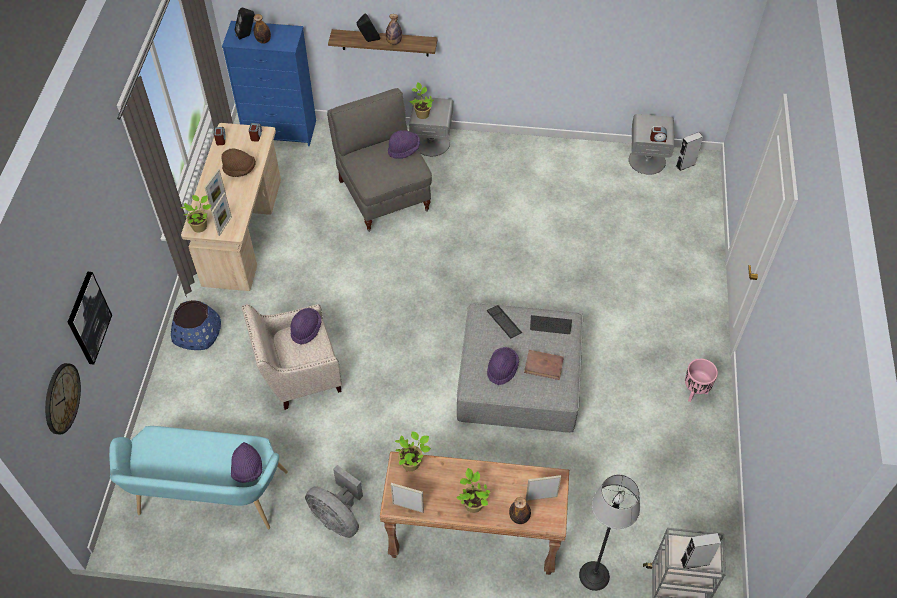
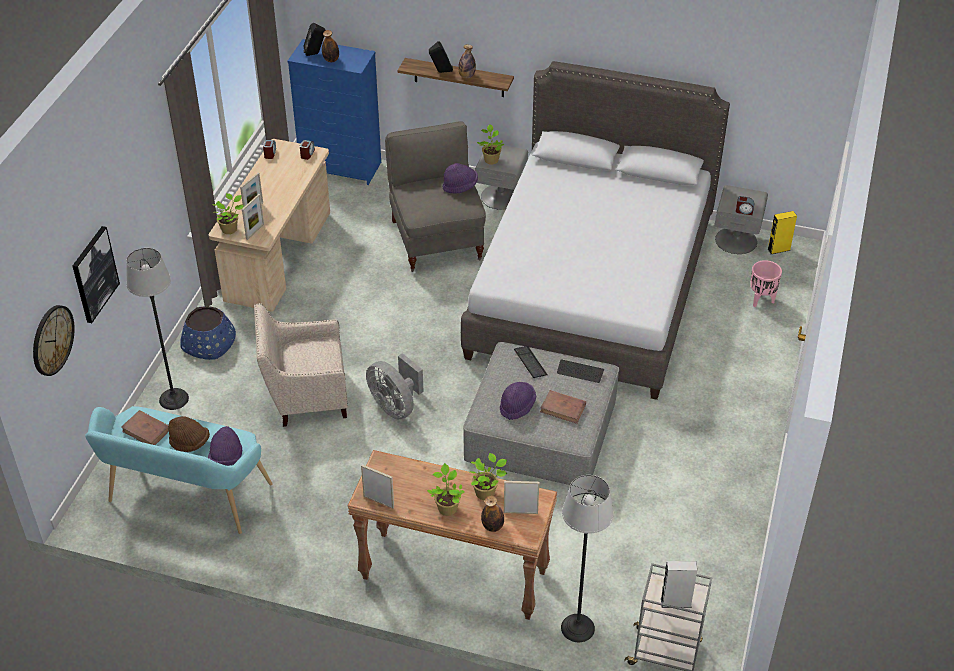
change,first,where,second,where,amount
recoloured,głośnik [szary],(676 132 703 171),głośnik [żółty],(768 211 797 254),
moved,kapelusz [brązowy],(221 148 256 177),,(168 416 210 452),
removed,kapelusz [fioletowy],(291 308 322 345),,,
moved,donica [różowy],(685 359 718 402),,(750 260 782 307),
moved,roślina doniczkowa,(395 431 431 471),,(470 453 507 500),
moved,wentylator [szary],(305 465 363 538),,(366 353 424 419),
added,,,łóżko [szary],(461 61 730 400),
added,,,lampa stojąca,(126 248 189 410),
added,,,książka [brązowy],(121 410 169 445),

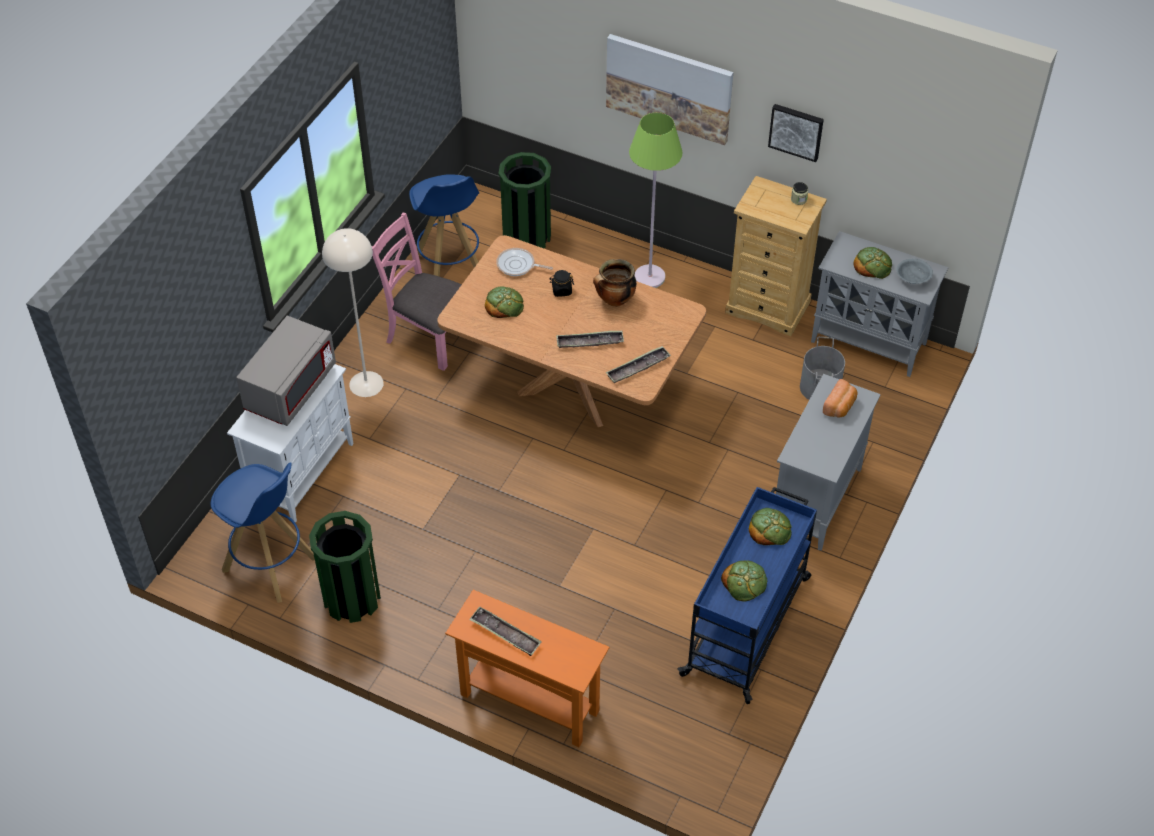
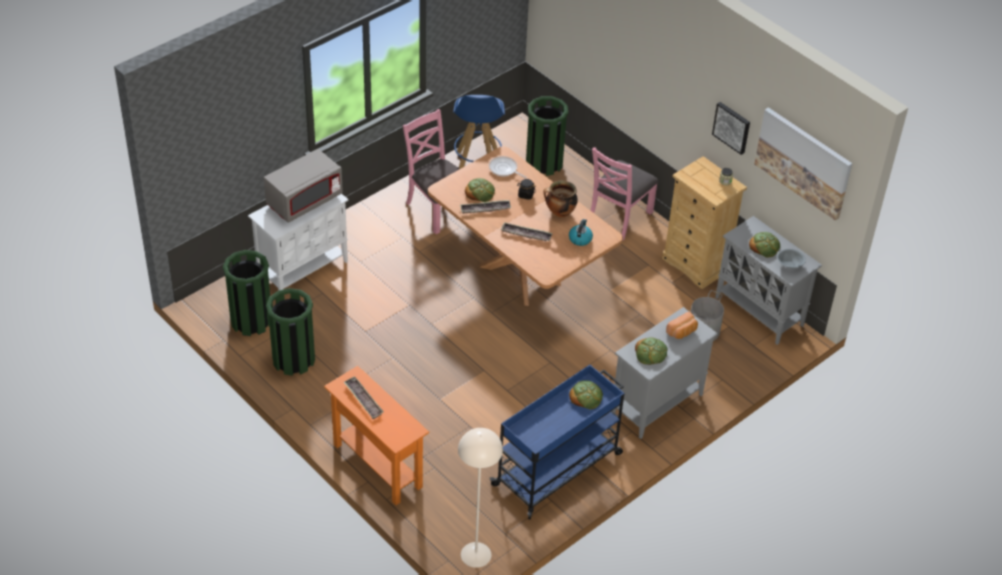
change,first,where,second,where,amount
moved,obraz,(606 34 733 145),,(754 107 852 220),
replaced,lampa stojąca [zielony],(629 112 682 288),krzesło [różowy],(590 147 658 240),
moved,lampa stojąca [beżowy],(322 228 384 397),,(458 428 503 568),
moved,taca,(606 346 671 383),,(460 200 511 214),
replaced,stołek [niebieski],(211 462 315 603),kosz na śmieci [zielony],(223 250 270 336),
moved,chleb,(721 560 767 602),,(635 337 668 365),
added,,,czajnik,(569 219 593 246),

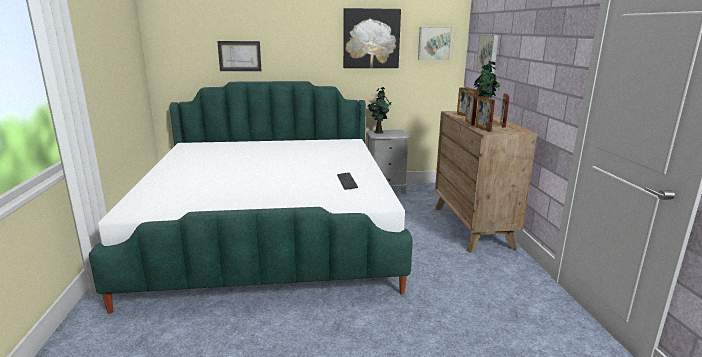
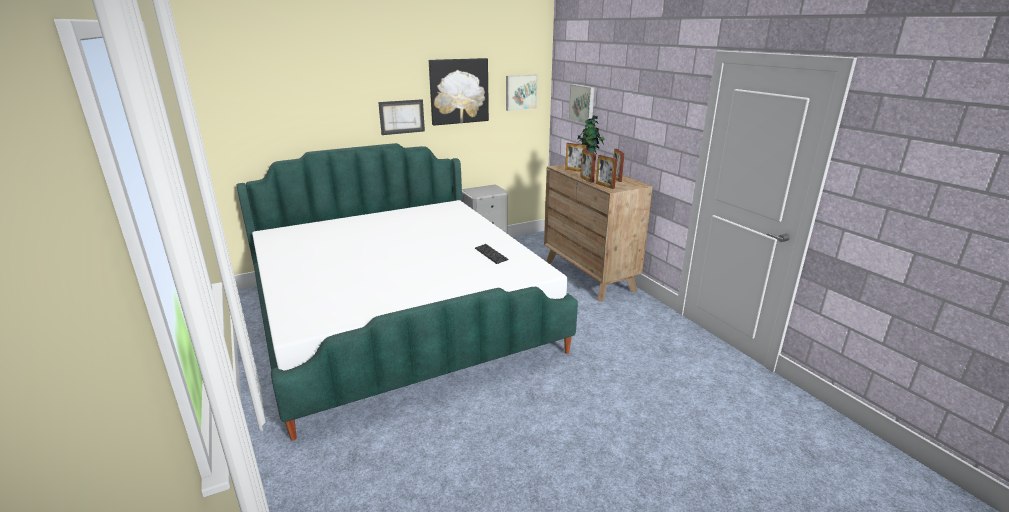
change,first,where,second,where,amount
moved,obraz,(217 41 261 71),,(378 99 425 135),
removed,roślina doniczkowa,(368 87 392 134),,,

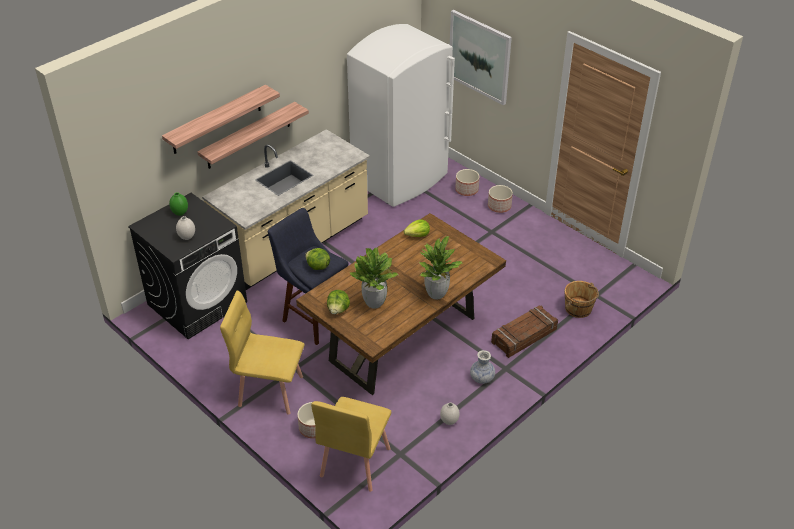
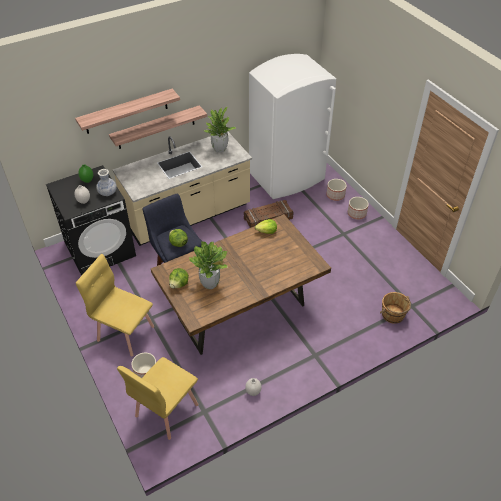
change,first,where,second,where,amount
removed,obraz,(450 10 512 105),,,
moved,roślina doniczkowa,(419 236 462 300),,(204 107 236 153),
moved,skrzynka,(491 305 558 358),,(244 200 294 228),
moved,wazon,(470 350 495 384),,(96 169 117 196),

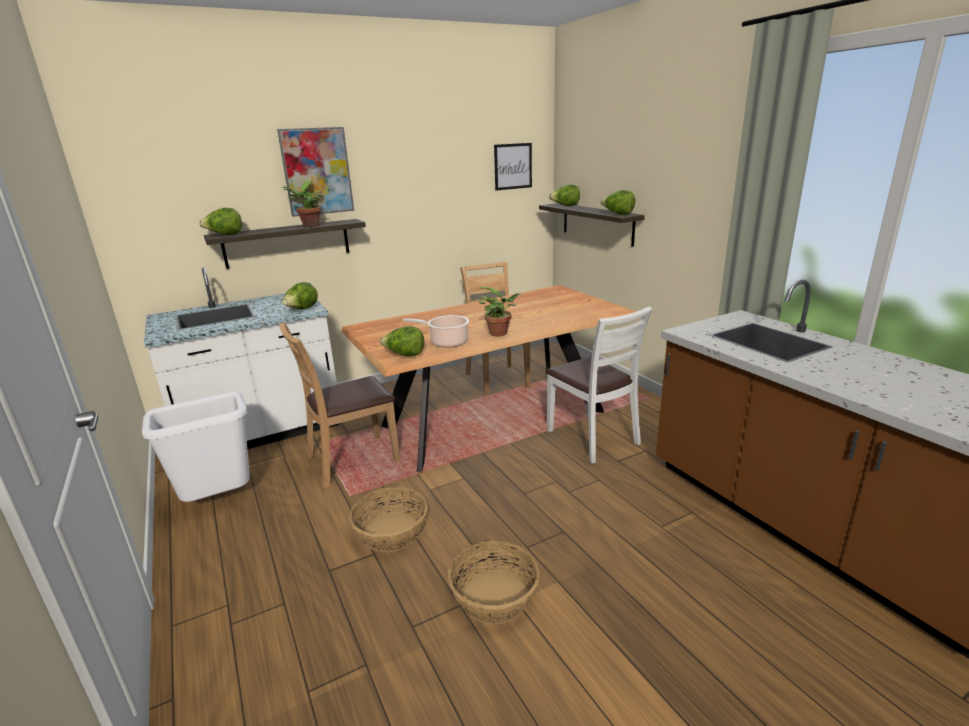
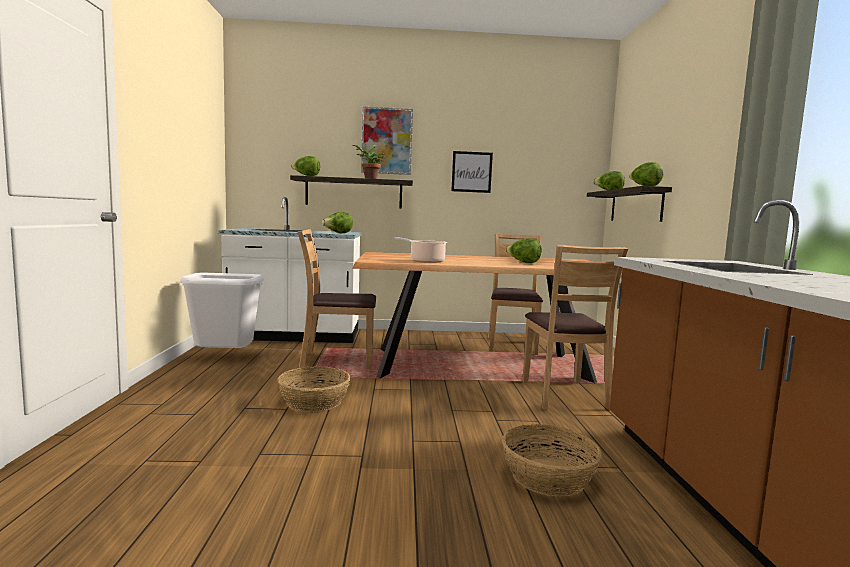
change,first,where,second,where,amount
moved,obraz,(494 143 532 191),,(451 151 493 193),
removed,roślina doniczkowa,(479 286 521 336),,,
recoloured,krzesło [biały],(545 307 653 463),krzesło [brązowy],(522 245 628 410),
moved,sałata,(380 326 424 356),,(506 238 541 263),
moved,koszyk,(448 541 540 624),,(502 424 602 497),

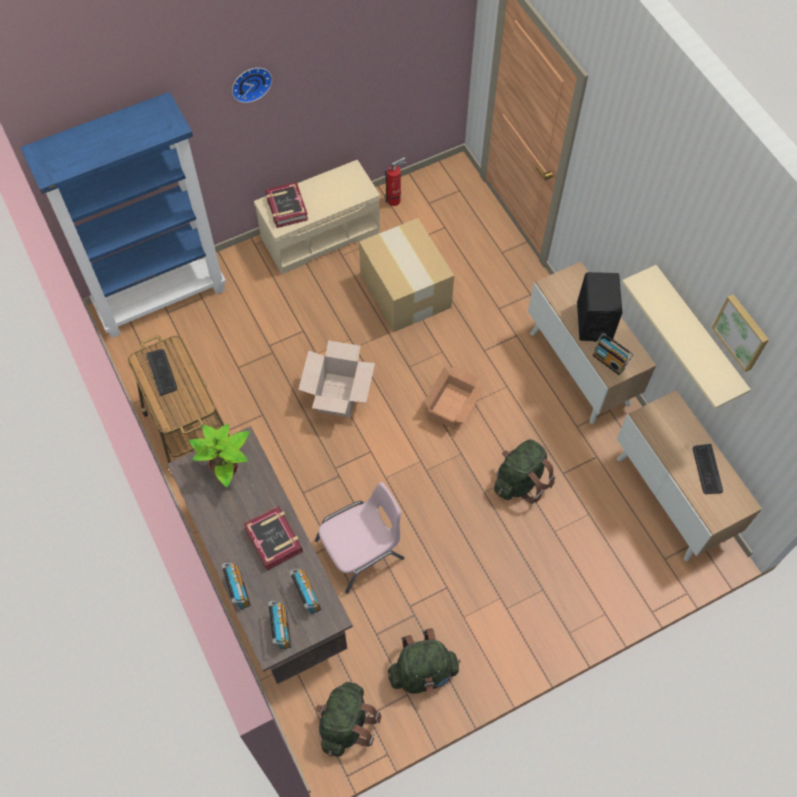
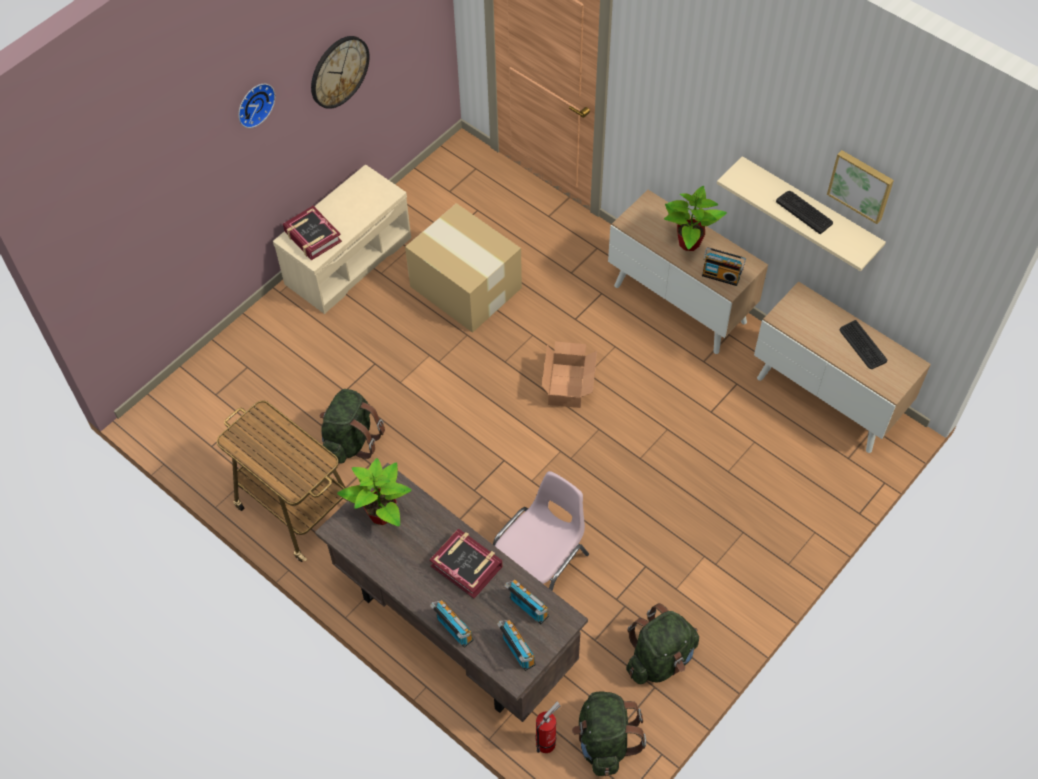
change,first,where,second,where,amount
removed,regał [niebieski],(20 92 226 338),,,
moved,gaśnica,(385 157 407 206),,(535 701 561 753),
replaced,głośnik [czarny],(577 272 622 342),roślina doniczkowa,(664 186 727 251),
removed,karton,(298 341 375 417),,,
moved,klawiatura,(146 349 177 396),,(776 191 833 234),
moved,plecak [zielony],(494 439 555 504),,(320 389 385 463),
added,,,zegar ścienny,(311 36 370 109),

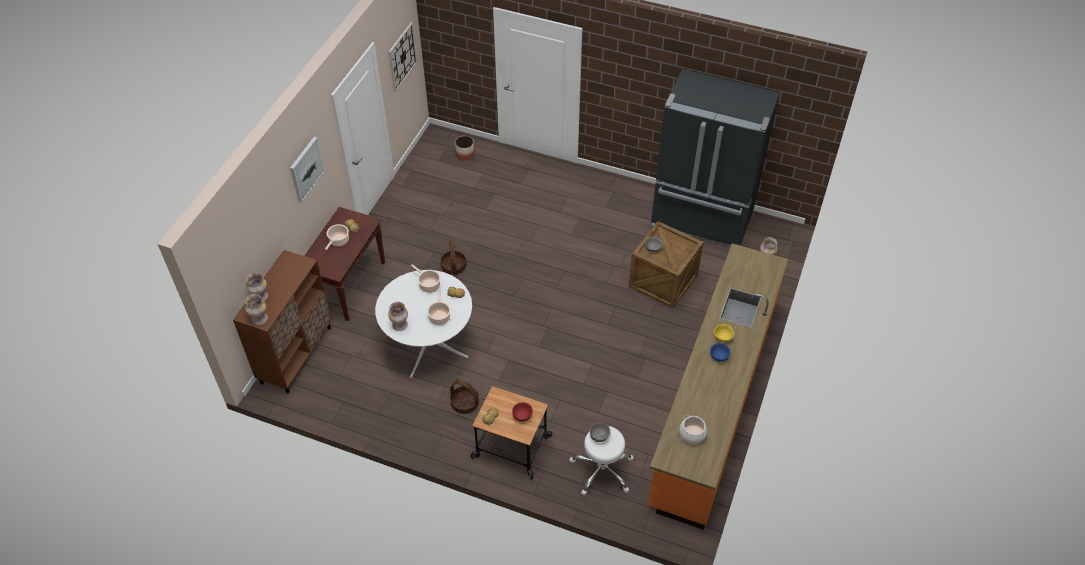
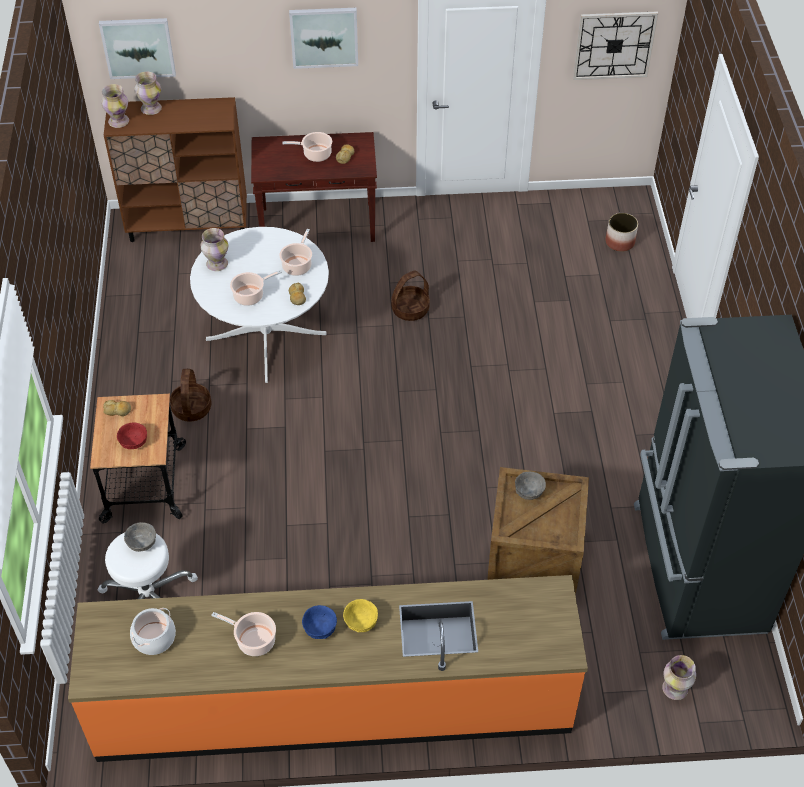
change,first,where,second,where,amount
added,,,obraz,(99 18 176 79),
added,,,garnek,(211 612 276 656),

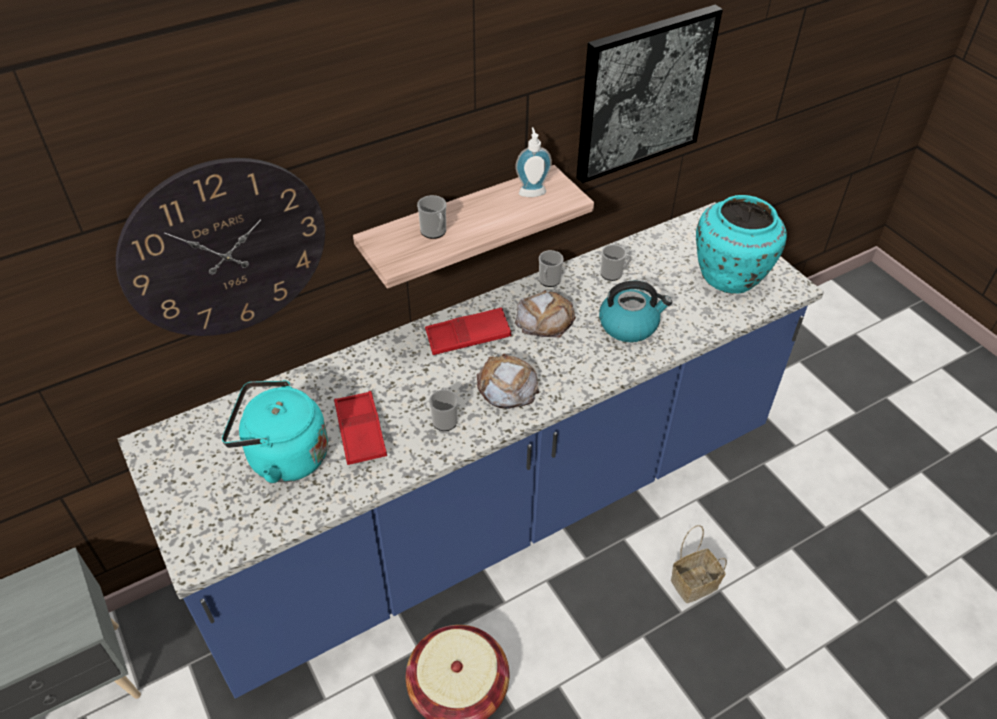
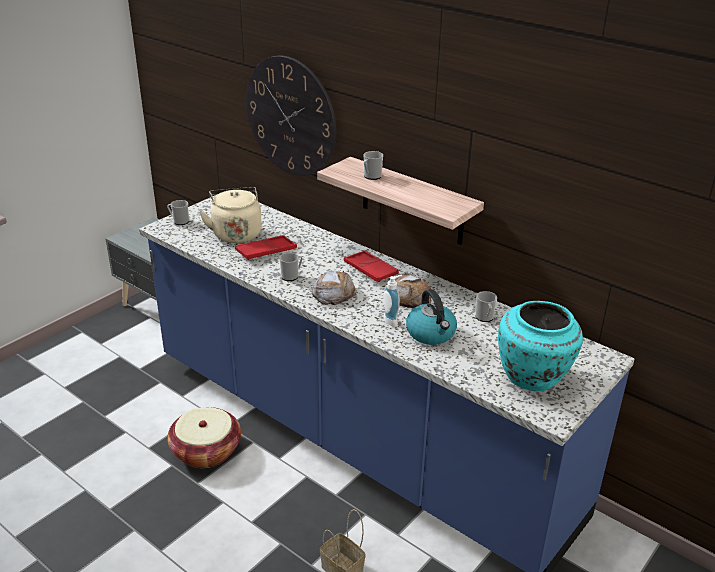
change,first,where,second,where,amount
removed,obraz,(576 5 723 183),,,
moved,dozownik mydła,(515 127 552 197),,(383 275 402 327),
moved,kubek,(539 250 564 287),,(167 200 189 225),
recoloured,czajnik [turkusowy],(222 380 328 483),czajnik [beżowy],(199 187 262 243),

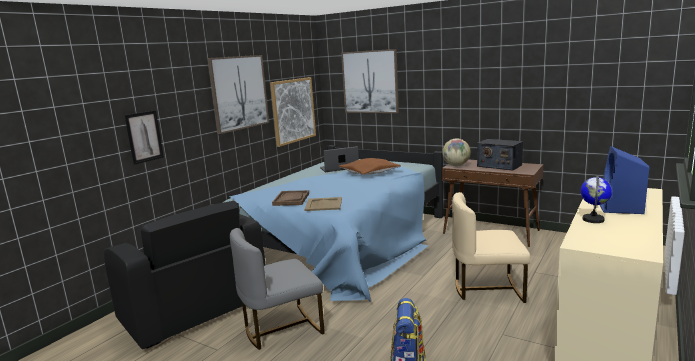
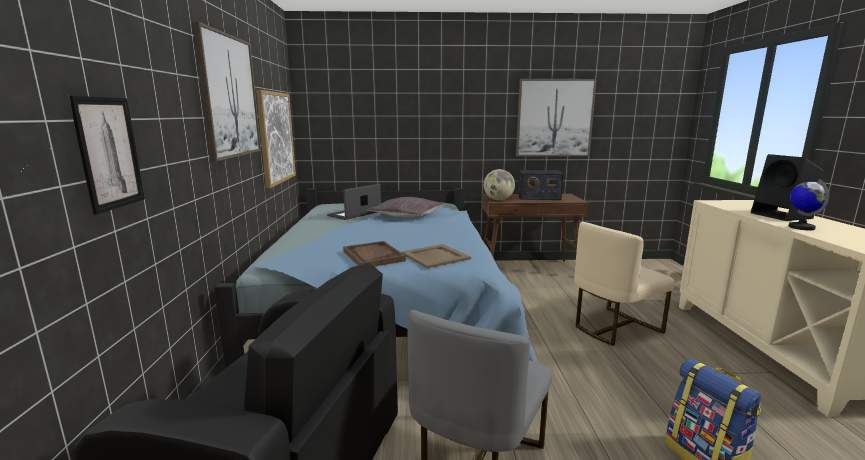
change,first,where,second,where,amount
moved,obraz,(341 49 399 113),,(516 79 597 157),
recoloured,głośnik [niebieski],(600 146 649 214),głośnik [czarny],(751 154 824 221),
recoloured,poduszka [brązowy],(338 158 401 175),poduszka [szary],(367 197 445 217),

